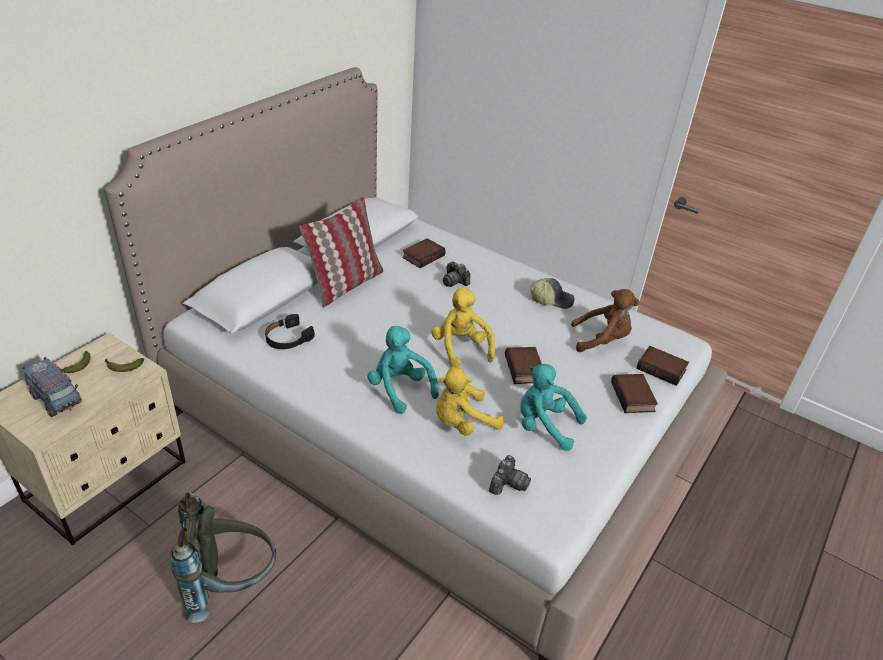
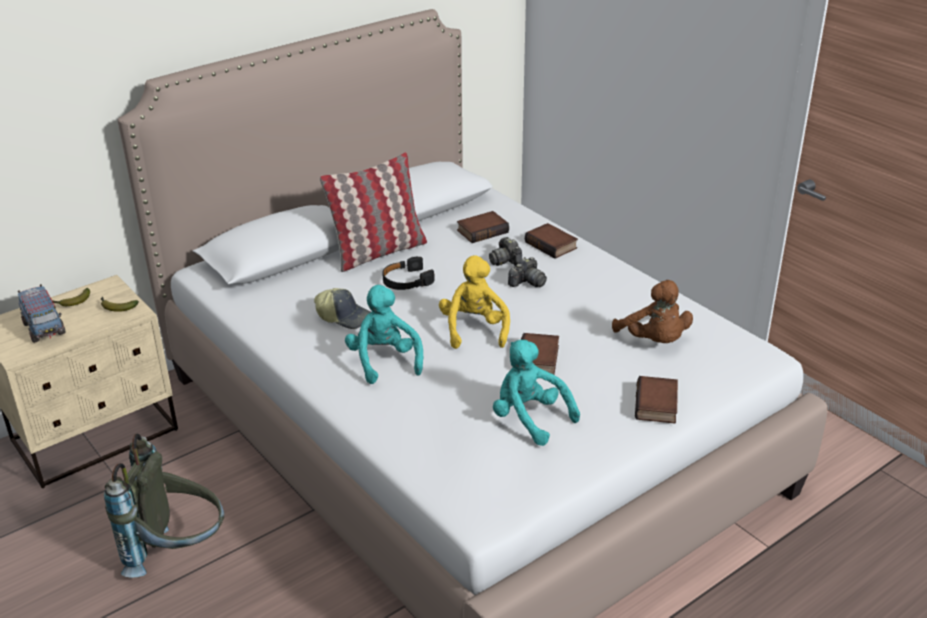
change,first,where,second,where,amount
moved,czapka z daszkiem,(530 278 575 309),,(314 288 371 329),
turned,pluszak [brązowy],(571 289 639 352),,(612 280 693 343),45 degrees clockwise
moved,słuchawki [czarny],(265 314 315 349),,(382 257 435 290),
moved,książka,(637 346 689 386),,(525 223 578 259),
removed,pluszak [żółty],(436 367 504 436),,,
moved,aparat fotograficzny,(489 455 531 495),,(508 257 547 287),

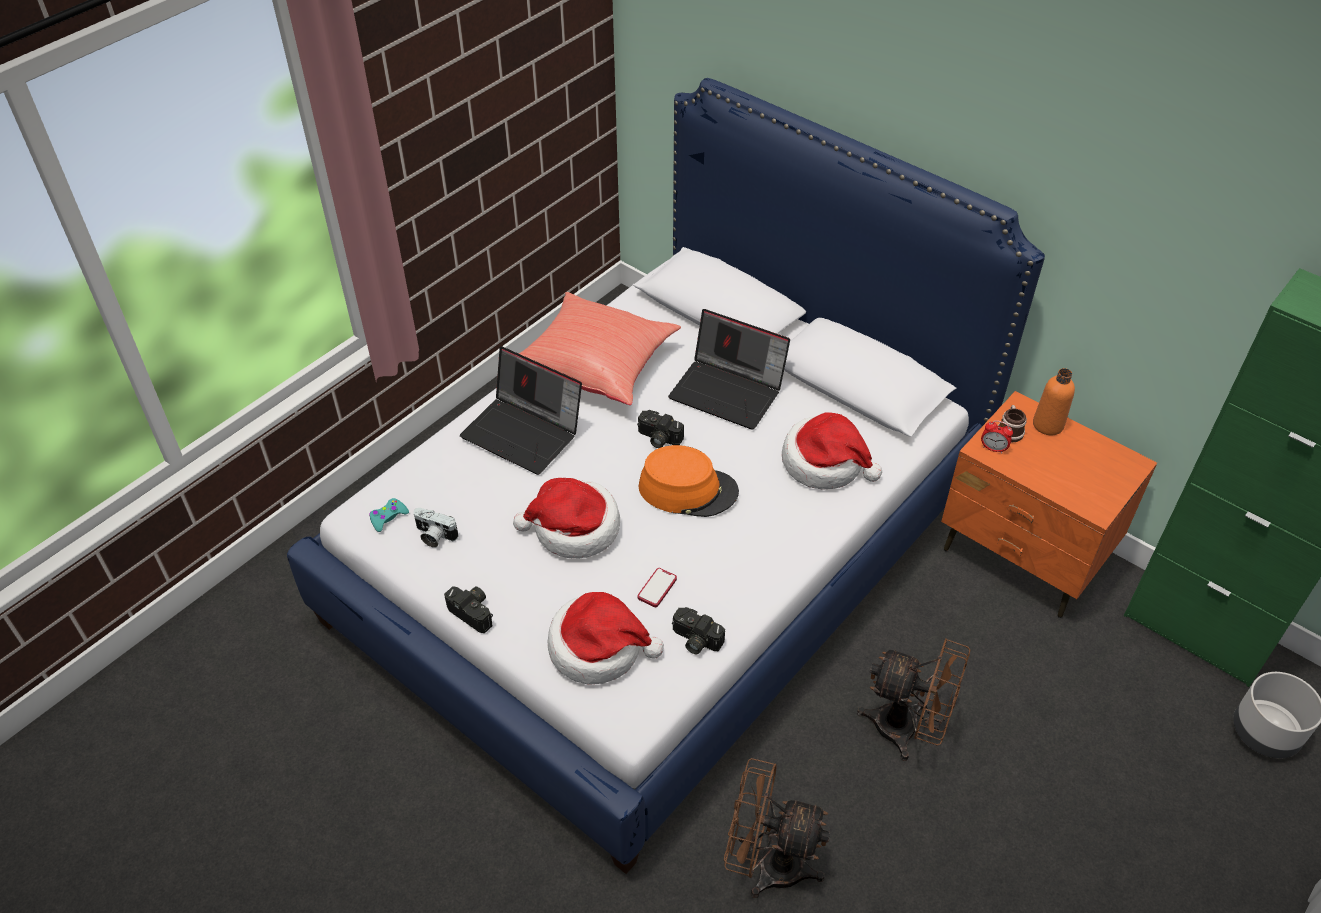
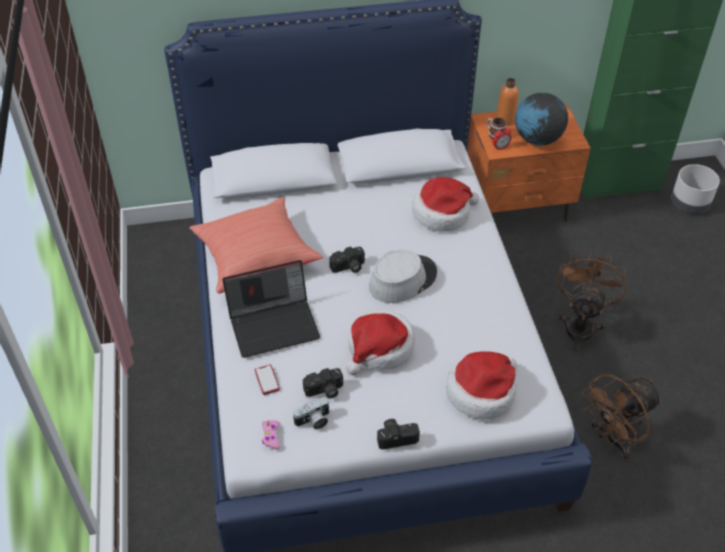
change,first,where,second,where,amount
removed,laptop,(668 309 790 430),,,
recoloured,kapelusz [pomarańczowy],(639 445 739 517),kapelusz [szary],(369 250 437 303),
recoloured,pad do gier [turkusowy],(369 498 409 532),pad do gier [różowy],(262 420 281 450),
moved,telefon,(637 568 677 607),,(255 365 280 395),
moved,aparat fotograficzny,(672 607 725 654),,(303 368 343 398),
turned,wentylator [brązowy],(857 638 970 761),,(557 250 626 351),45 degrees counterclockwise
added,,,globus,(515 92 568 145),

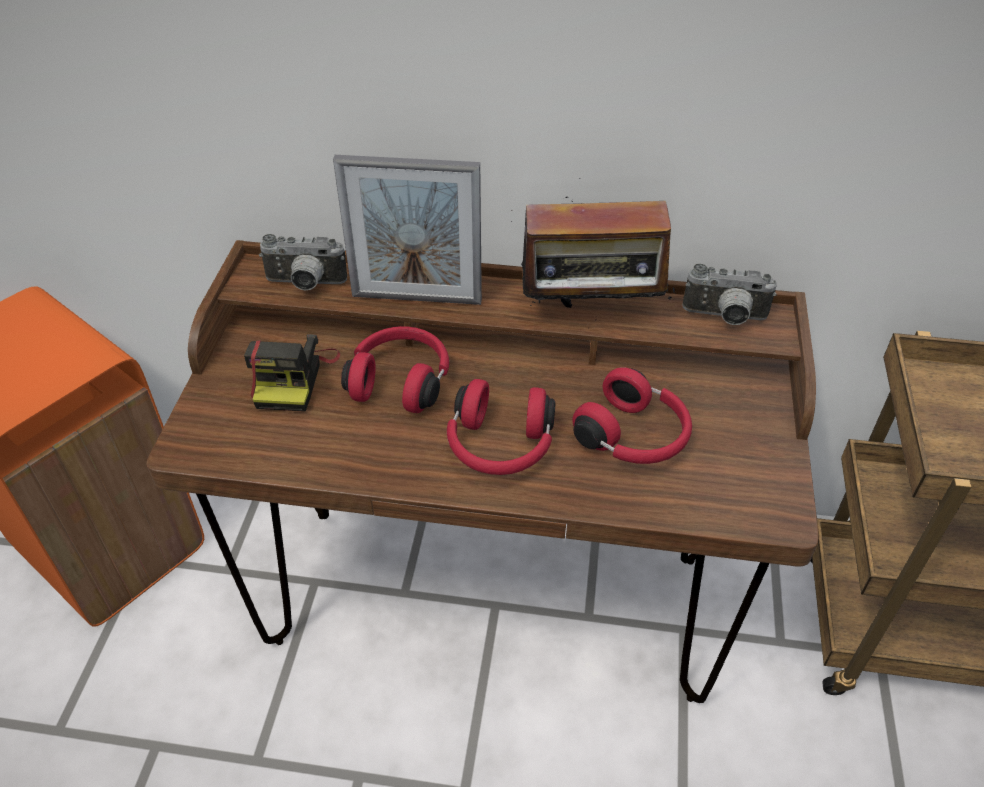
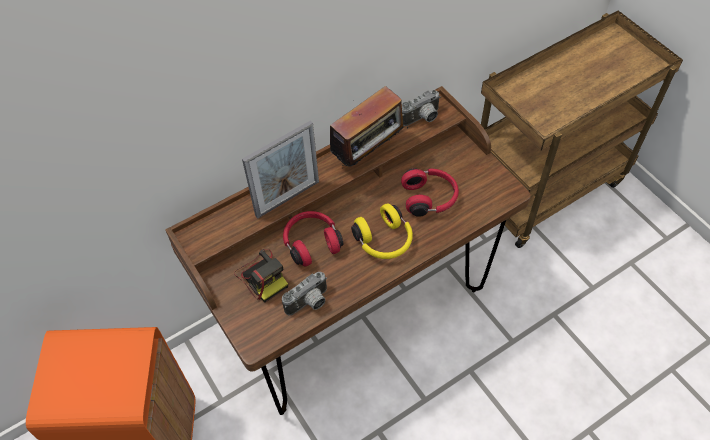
change,first,where,second,where,amount
moved,aparat fotograficzny,(259 234 347 290),,(282 272 327 316),
recoloured,słuchawki [czerwony],(447 379 555 475),słuchawki [żółty],(351 204 413 259),

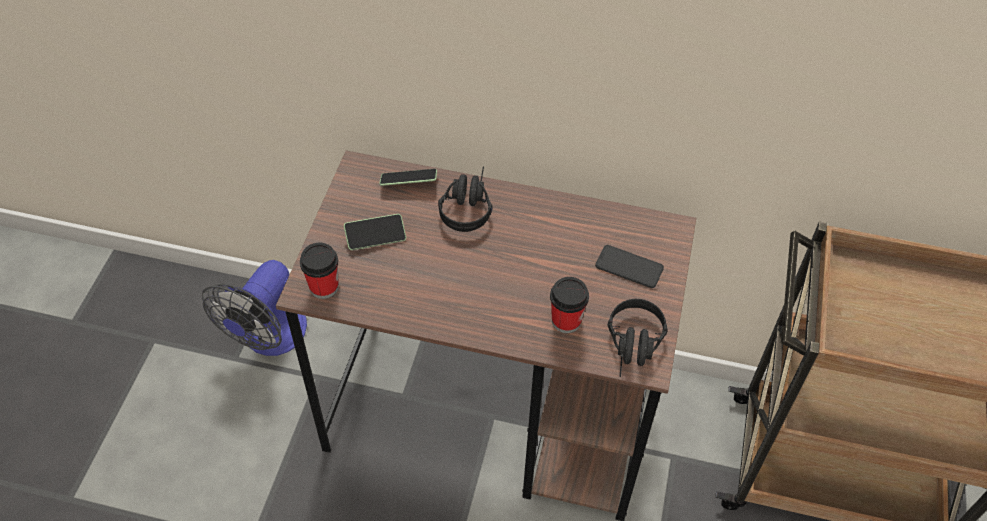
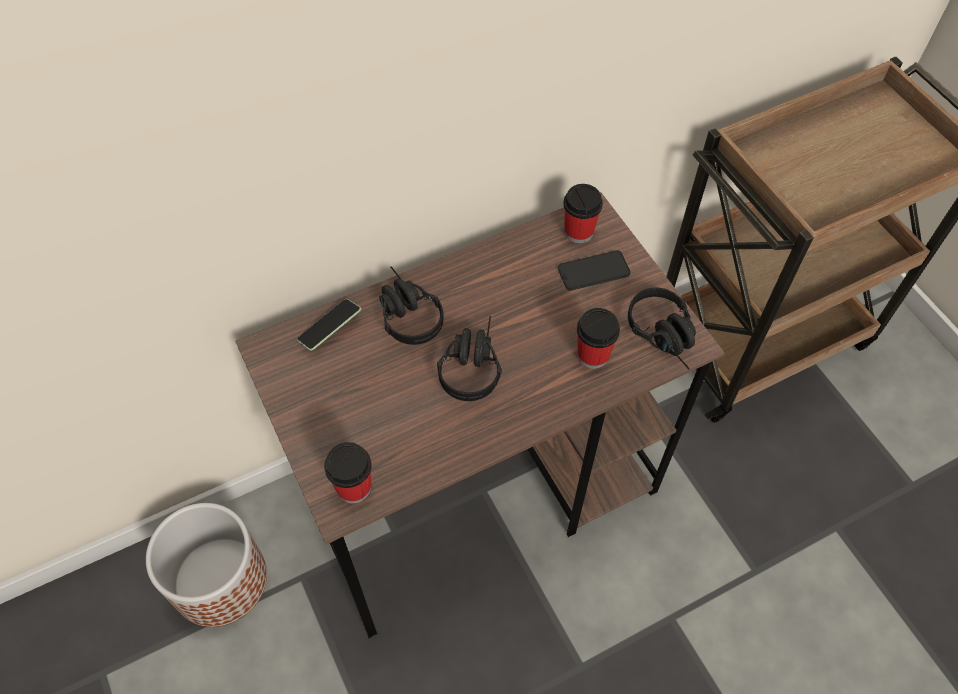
change,first,where,second,where,amount
removed,telefon,(344 214 406 250),,,
replaced,wentylator,(202 260 307 356),donica,(146 503 267 627),
added,,,filiżanka,(563 184 603 243),
added,,,słuchawki [czarny],(437 316 502 401),

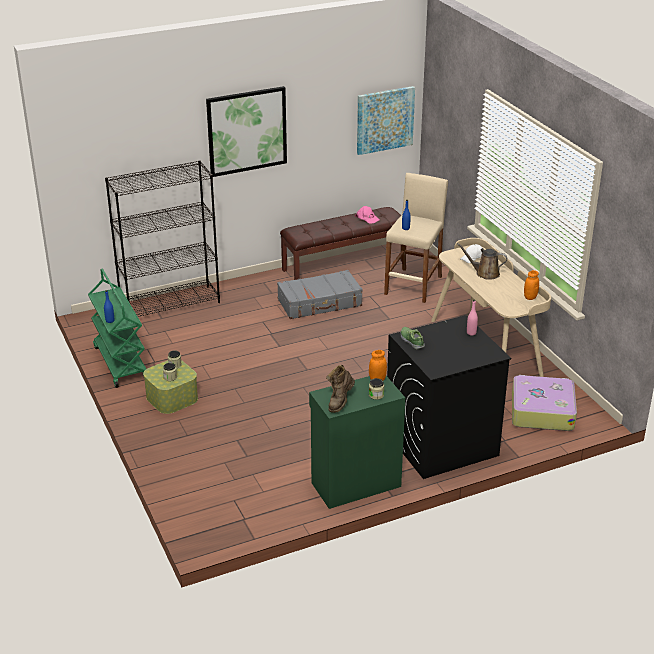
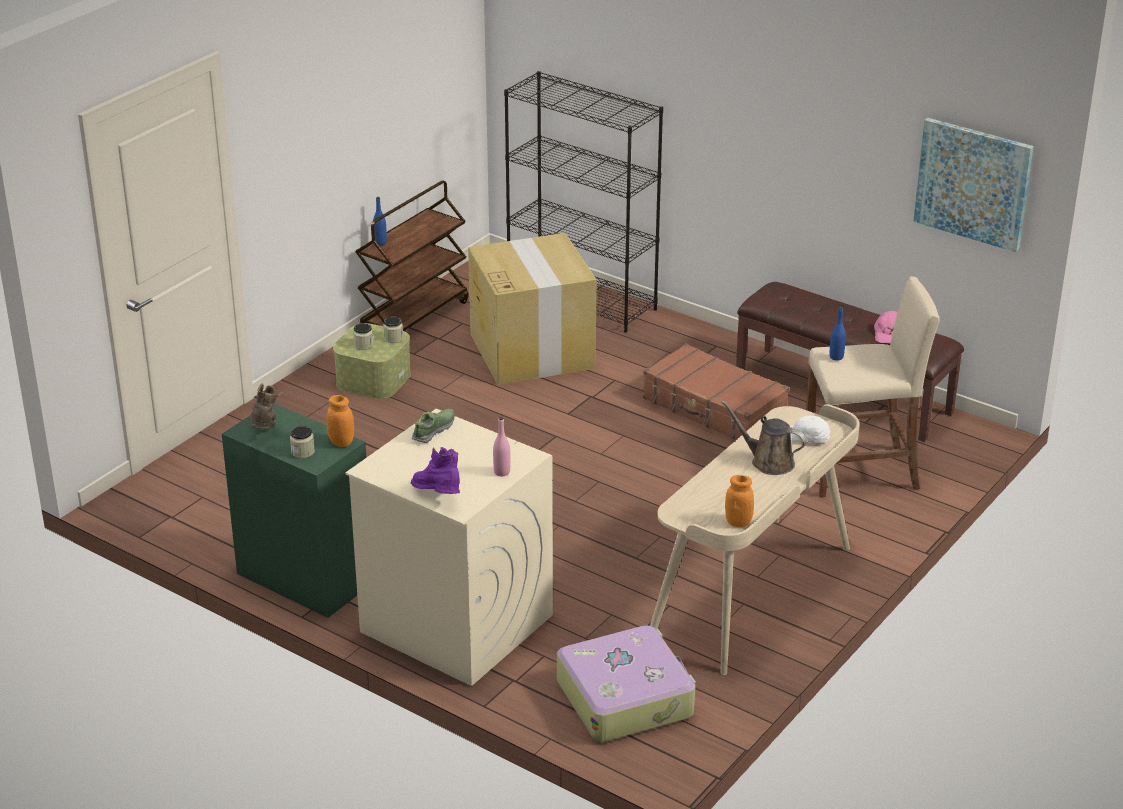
change,first,where,second,where,amount
removed,obraz,(206 86 287 177),,,
turned,konewka [brązowy],(457 243 507 280),,(721 400 807 475),45 degrees counterclockwise
recoloured,wózek [zielony],(88 268 146 388),wózek [brązowy],(355 180 469 331),
recoloured,walizka [szary],(277 270 363 319),walizka [brązowy],(643 344 789 440),
recoloured,pralka [czarny],(387 315 511 479),pralka [beżowy],(345 409 553 686),
turned,but z cholewką [brązowy],(326 365 355 413),,(249 383 283 430),90 degrees clockwise
added,,,karton,(468 233 597 385),
added,,,but z cholewką [fioletowy],(411 447 460 494),

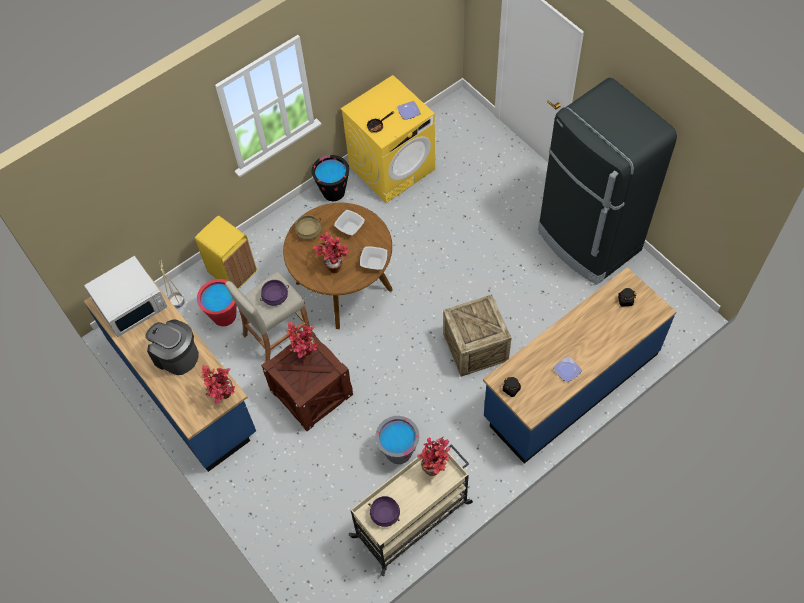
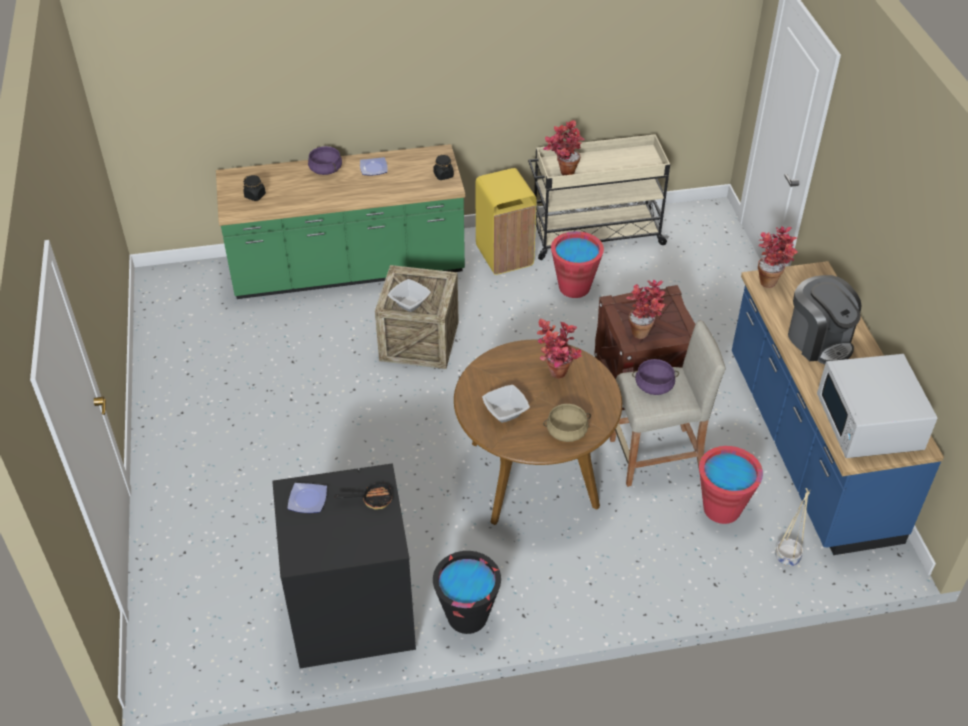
change,first,where,second,where,amount
recoloured,pralka [żółty],(341 75 435 203),pralka [czarny],(272 463 416 668),
removed,lodówka [czarny],(538 78 677 285),,,
moved,kosz na śmieci [żółty],(195 216 257 289),,(475 168 537 275),
moved,miska,(360 246 387 270),,(388 279 431 312),
turned,mikrofalówka [biały],(84 256 167 337),,(817 354 937 458),90 degrees counterclockwise
recoloured,zabudowa kuchenna [niebieski],(483 267 676 464),zabudowa kuchenna [zielony],(216 144 465 299),
recoloured,wiadro [szary],(375 416 419 464),wiadro [czerwony],(551 231 604 298),
moved,garnek [fioletowy],(368 496 400 527),,(308 146 342 175),

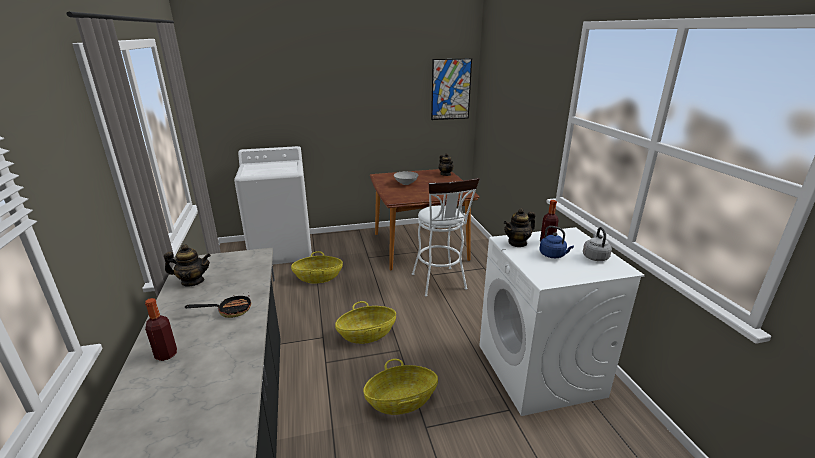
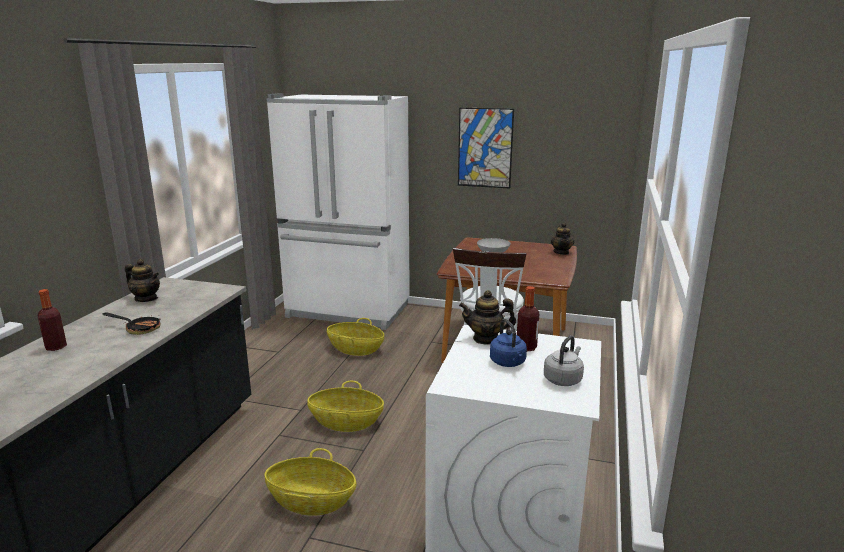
change,first,where,second,where,amount
moved,obraz,(431 59 472 120),,(458 108 514 188),
replaced,pralka [biały],(234 146 312 265),lodówka [biały],(267 93 410 330),

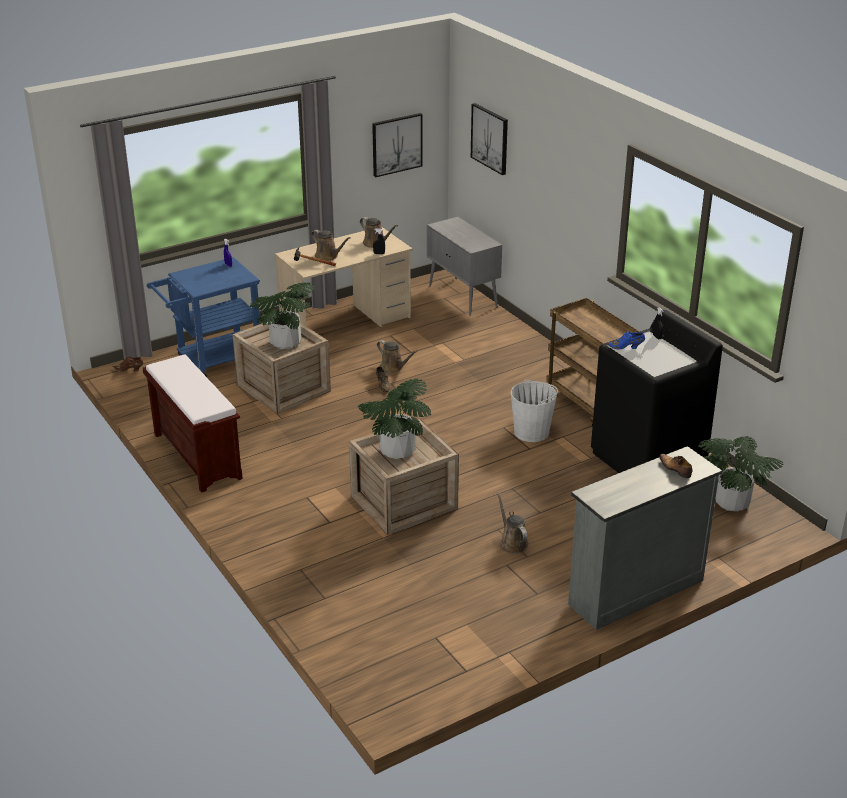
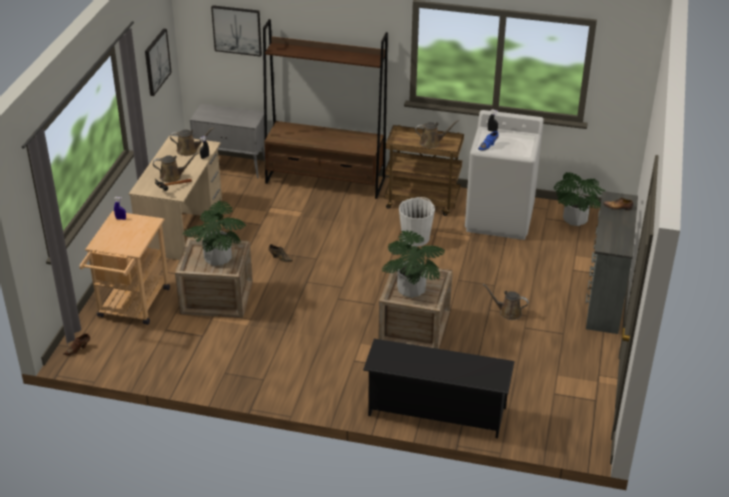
change,first,where,second,where,amount
recoloured,wózek [niebieski],(147 257 260 377),wózek [beżowy],(79 211 170 325),
recoloured,pralka [czarny],(591 310 723 473),pralka [biały],(465 110 544 240),
moved,konewka [brązowy],(377 340 418 373),,(415 120 459 148),
removed,ławka [brązowy],(143 355 243 493),,,
added,,,regał [brązowy],(263 19 388 199),
added,,,regał na buty [czarny],(363 339 515 438),

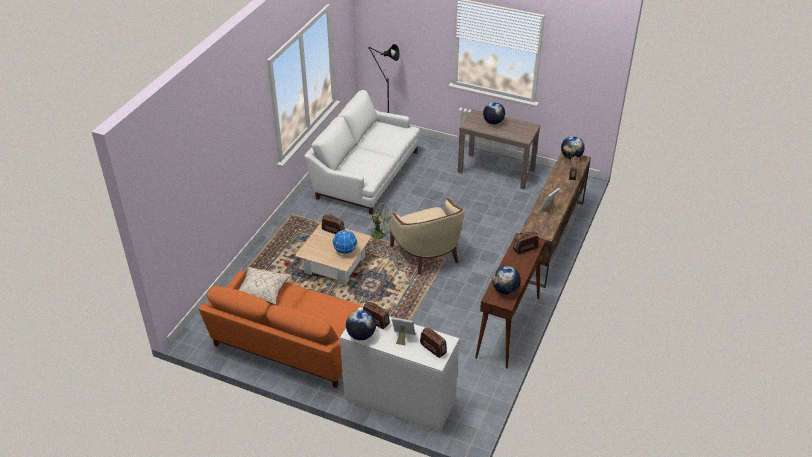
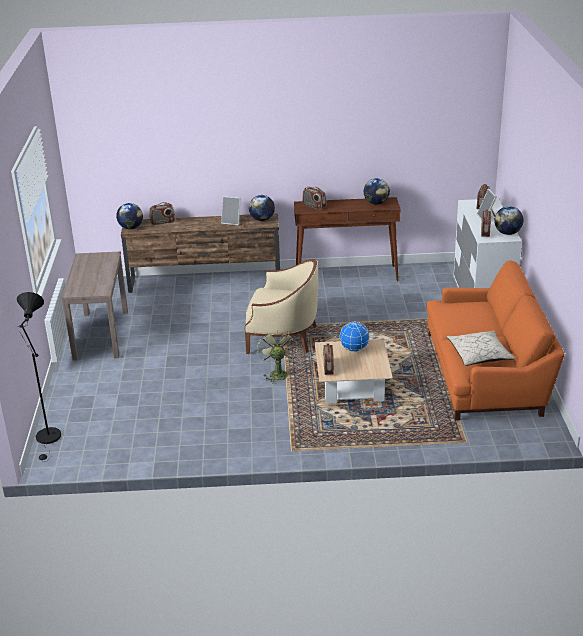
change,first,where,second,where,amount
removed,kanapa [biały],(304 90 420 215),,,
moved,globus,(483 102 505 124),,(249 195 275 221),
turned,fotel [beżowy],(390 198 464 275),,(245 259 318 354),60 degrees clockwise

